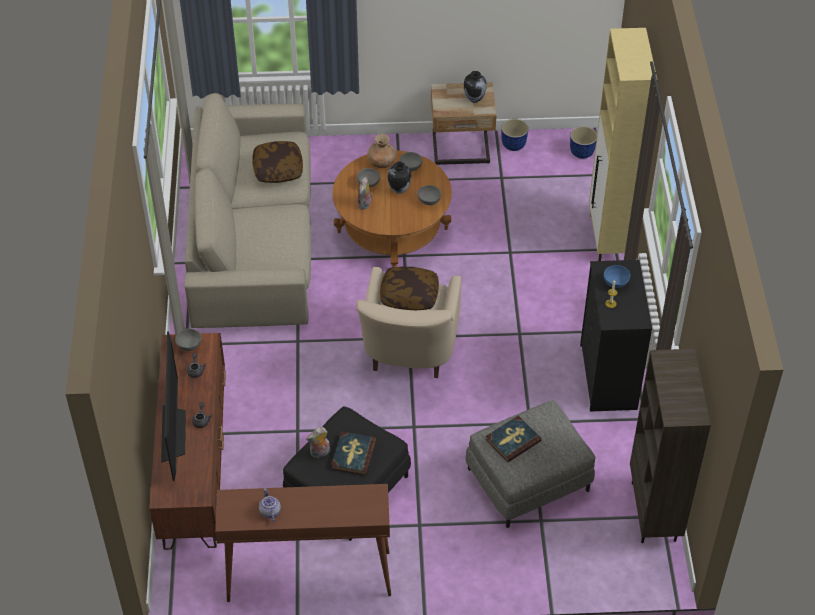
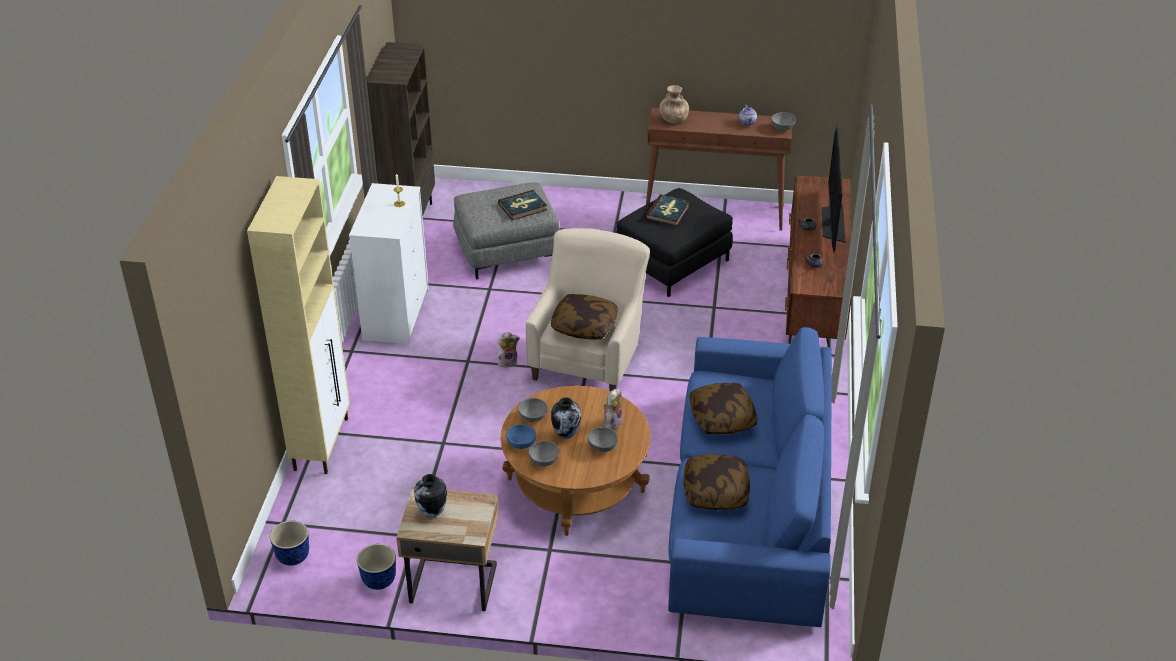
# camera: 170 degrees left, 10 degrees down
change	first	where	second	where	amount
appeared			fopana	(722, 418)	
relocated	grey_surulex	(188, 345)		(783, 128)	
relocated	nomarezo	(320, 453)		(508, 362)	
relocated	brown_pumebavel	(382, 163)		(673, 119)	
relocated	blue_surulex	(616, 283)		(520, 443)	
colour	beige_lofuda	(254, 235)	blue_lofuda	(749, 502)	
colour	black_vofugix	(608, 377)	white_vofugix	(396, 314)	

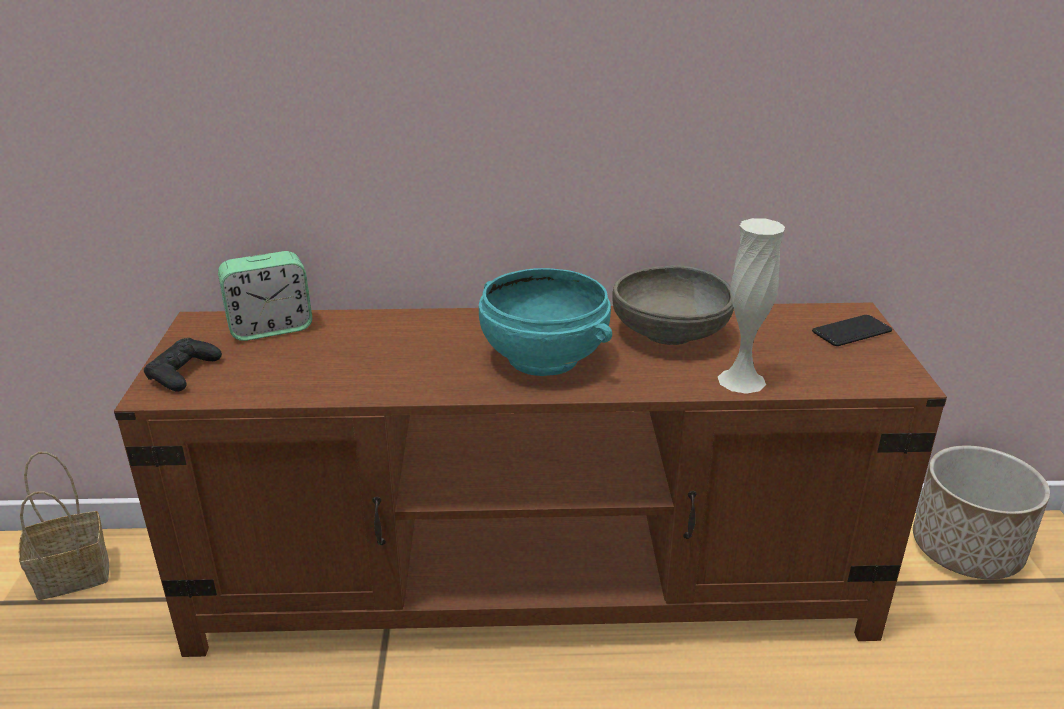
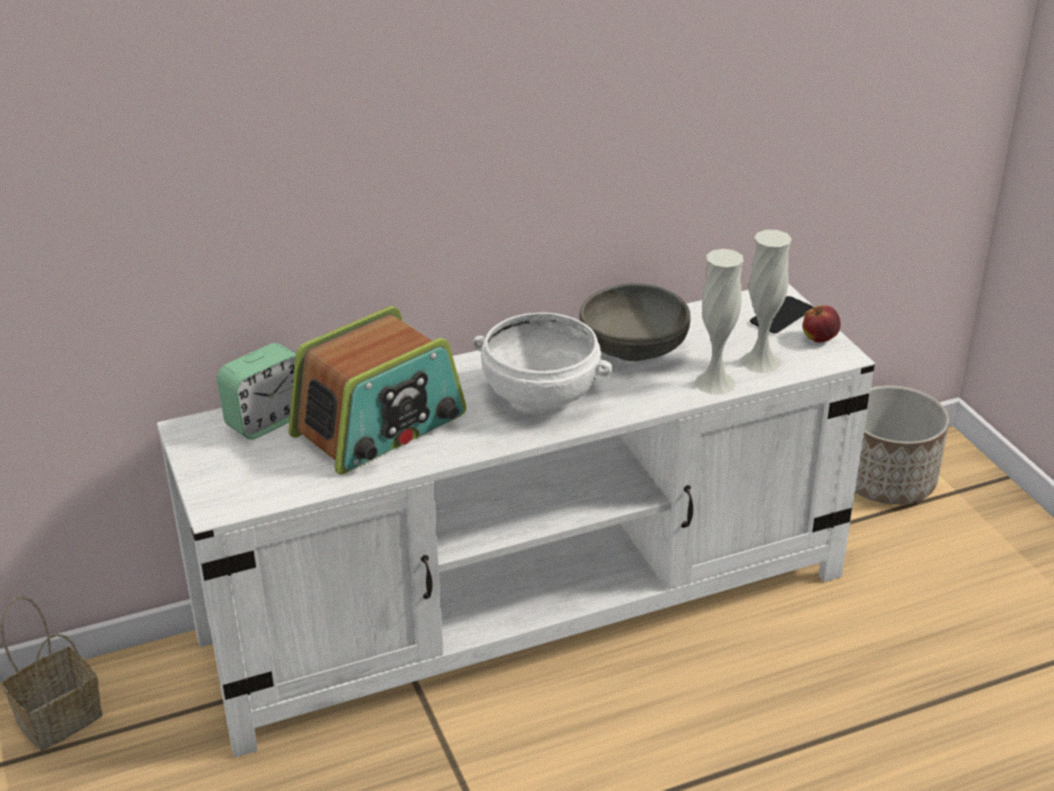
# camera: 20 degrees left, 5 degrees up
change	first	where	second	where	amount
missing	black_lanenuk	(183, 372)			
appeared			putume	(380, 426)	
appeared			white_pumebavel	(760, 361)	
appeared			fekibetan	(819, 339)	
colour	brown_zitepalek	(534, 585)	white_zitepalek	(529, 607)	
colour	turquoise_surulex	(542, 358)	white_surulex	(540, 398)	

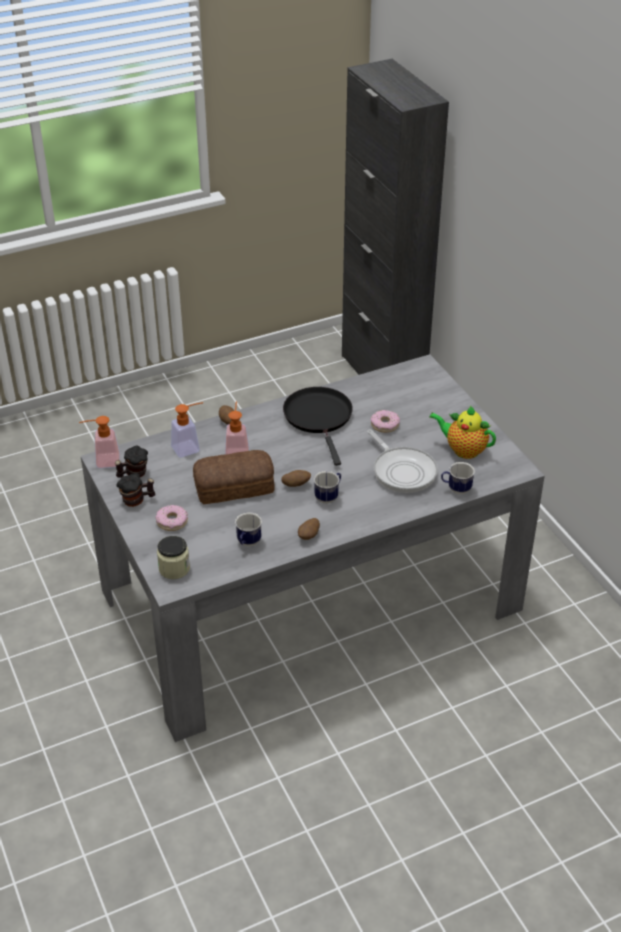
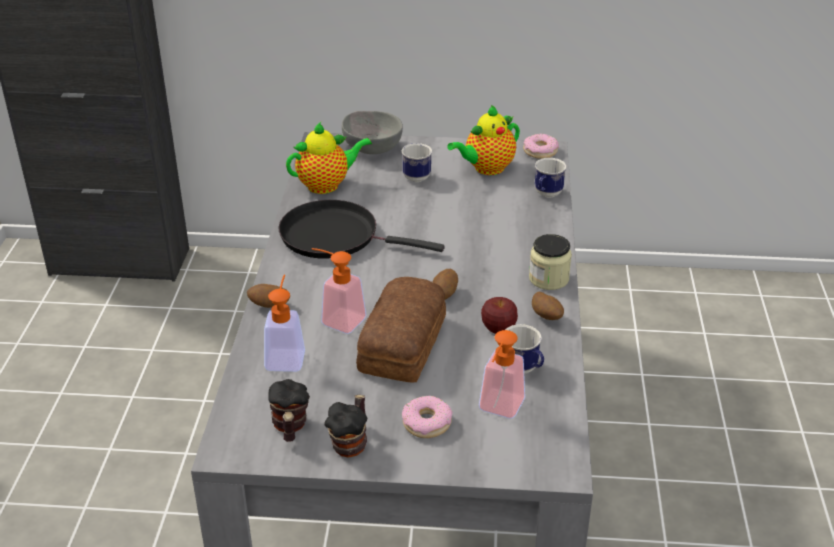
# camera: 60 degrees left, 5 degrees down
change	first	where	second	where	amount
missing	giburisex	(402, 471)			
appeared			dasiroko	(326, 185)	
appeared			grey_surulex	(372, 148)	
appeared			fekibetan	(498, 329)	
relocated	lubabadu	(102, 461)		(498, 410)	
relocated	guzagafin	(174, 568)		(548, 279)	
relocated	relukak	(329, 497)		(415, 175)	
relocated	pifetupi	(385, 425)		(540, 151)	

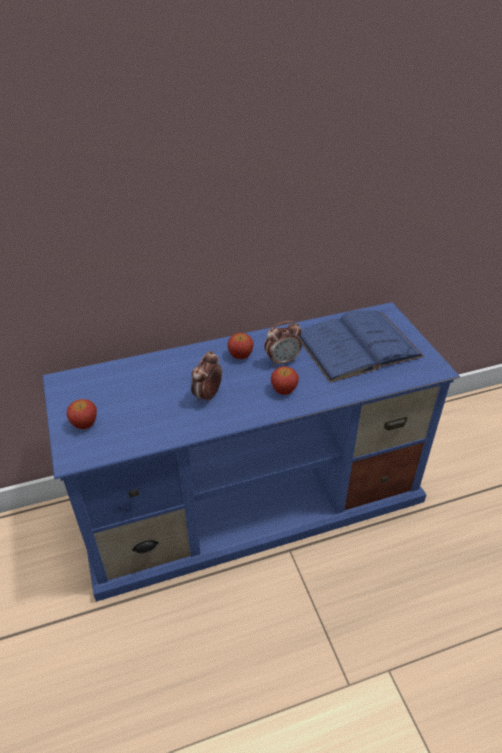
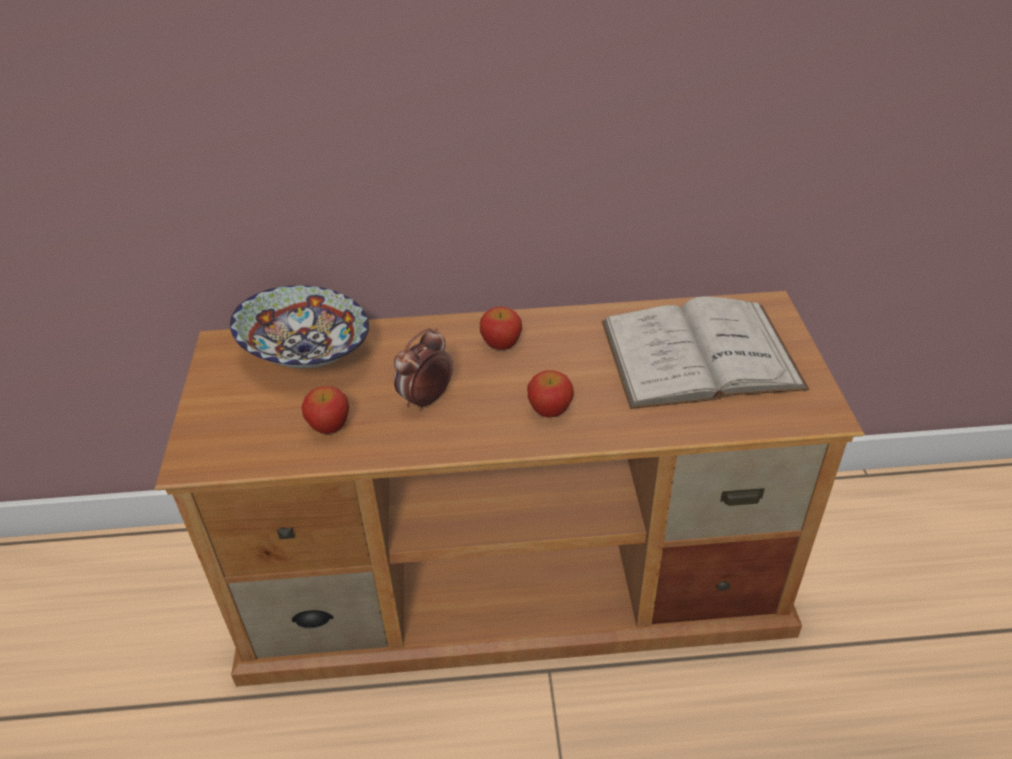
# camera: 15 degrees right, 0 degrees up
change	first	where	second	where	amount
missing	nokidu	(282, 361)			
appeared			surulex	(305, 355)	
relocated	fekibetan	(85, 424)		(329, 426)	
colour	blue_zitepalek	(254, 500)	brown_zitepalek	(516, 578)	
colour	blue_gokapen	(357, 345)	white_gokapen	(700, 354)	

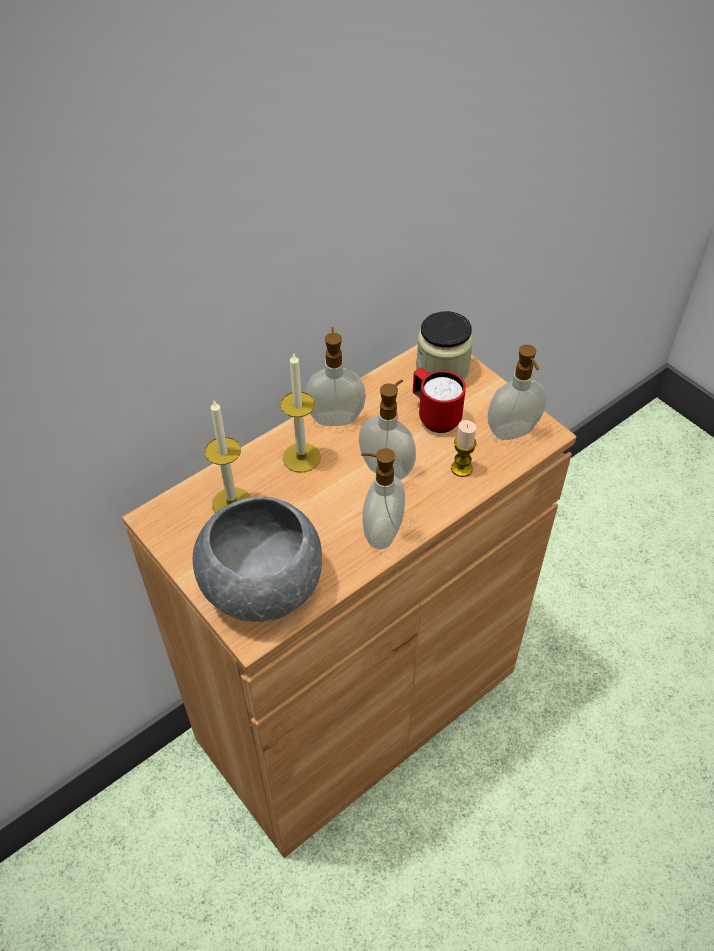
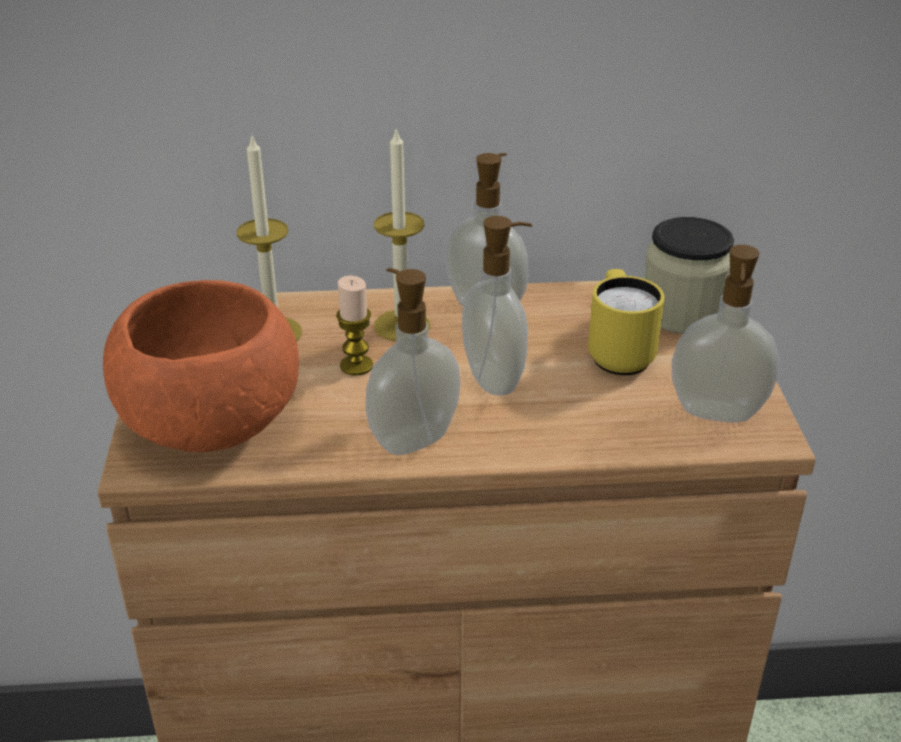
# camera: 35 degrees right, 15 degrees down
change	first	where	second	where	amount
relocated	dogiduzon	(461, 468)		(356, 366)	
colour	grey_surulex	(263, 585)	orange_surulex	(212, 423)	
colour	red_relukak	(434, 416)	yellow_relukak	(618, 354)	

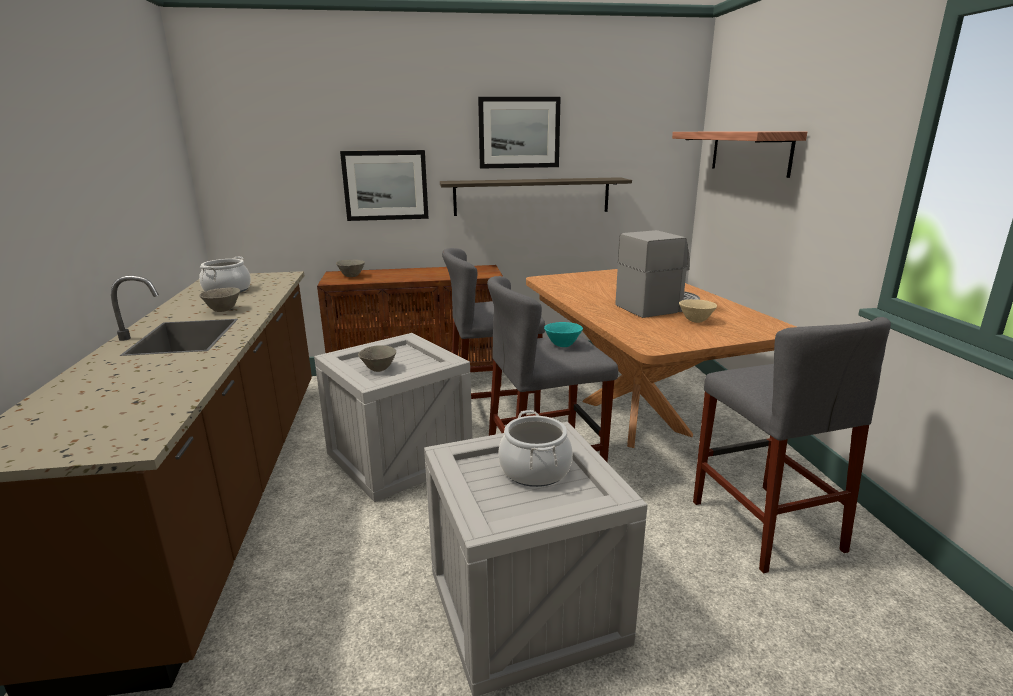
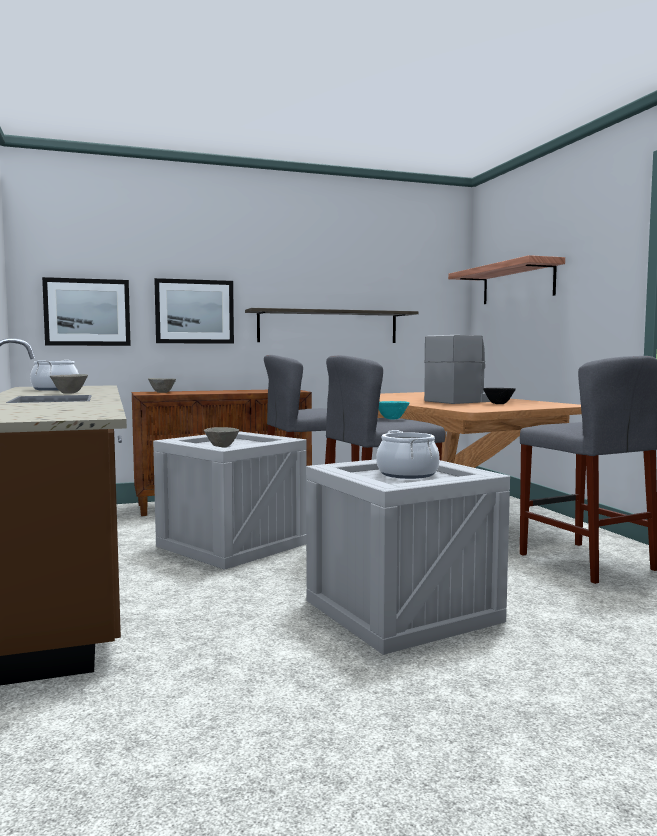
# camera: 10 degrees left, 15 degrees down
change	first	where	second	where	amount
relocated	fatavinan	(519, 133)		(87, 312)	
colour	beige_surulex	(695, 321)	black_surulex	(498, 404)	

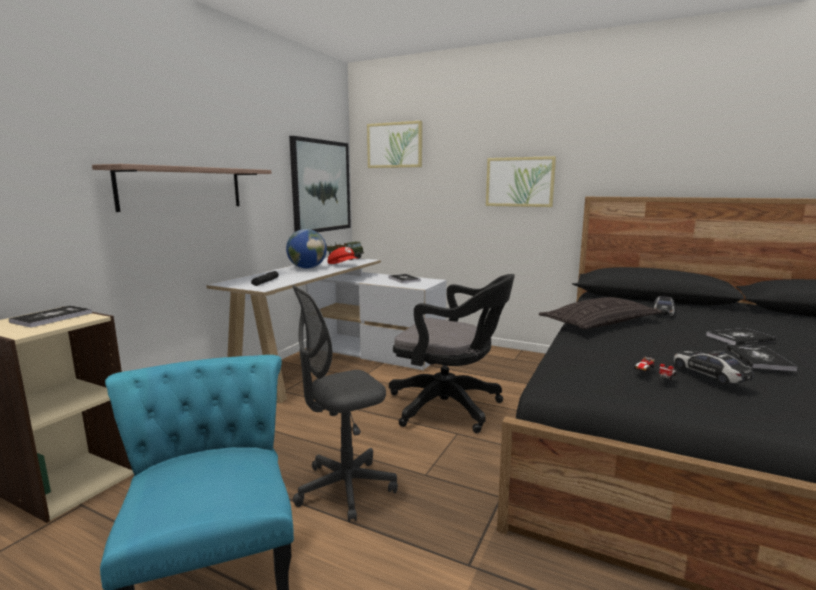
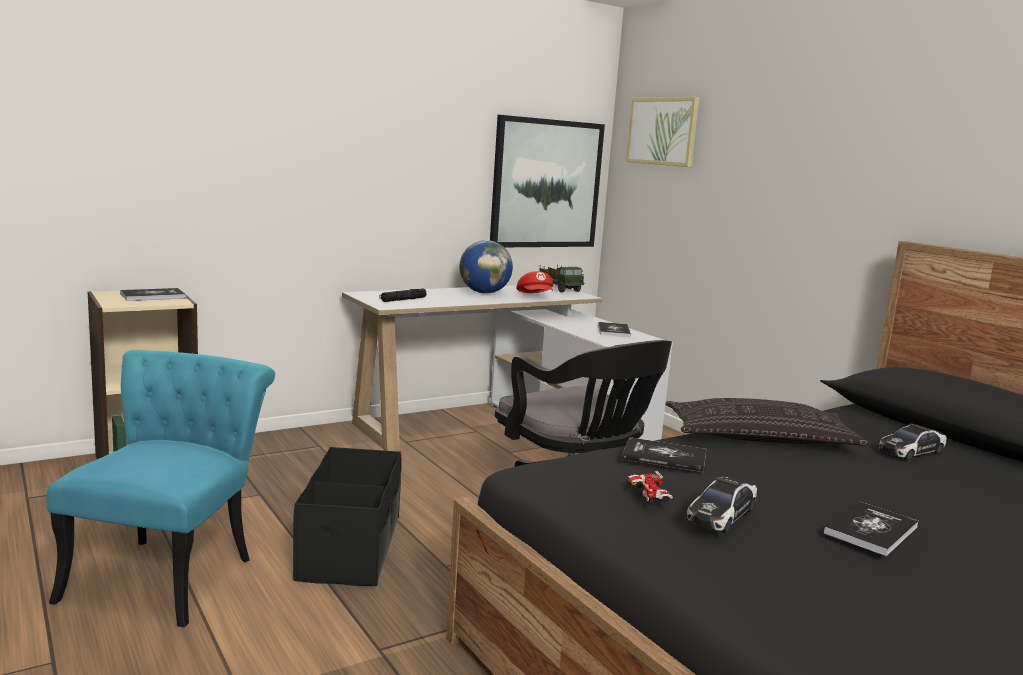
# camera: 30 degrees right, 0 degrees up
change	first	where	second	where	amount
missing	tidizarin	(183, 188)			
missing	fatavinan	(519, 182)			
relocated	gokapen	(740, 338)		(664, 456)	
exchanged	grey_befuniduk	(345, 489)	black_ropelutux	(351, 547)	
spun	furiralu	(710, 374)		(721, 515)	150 degrees counterclockwise

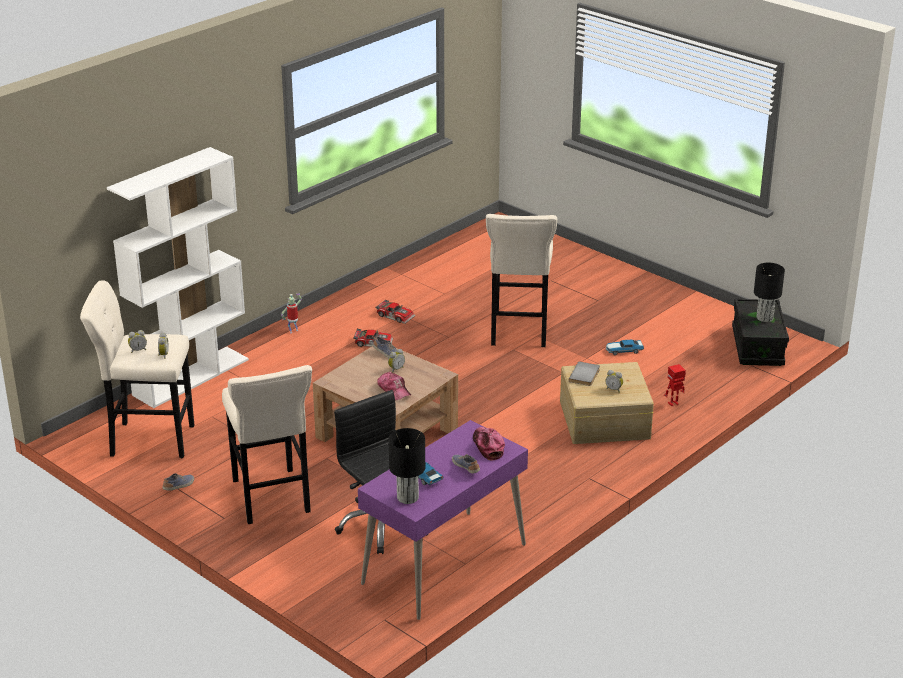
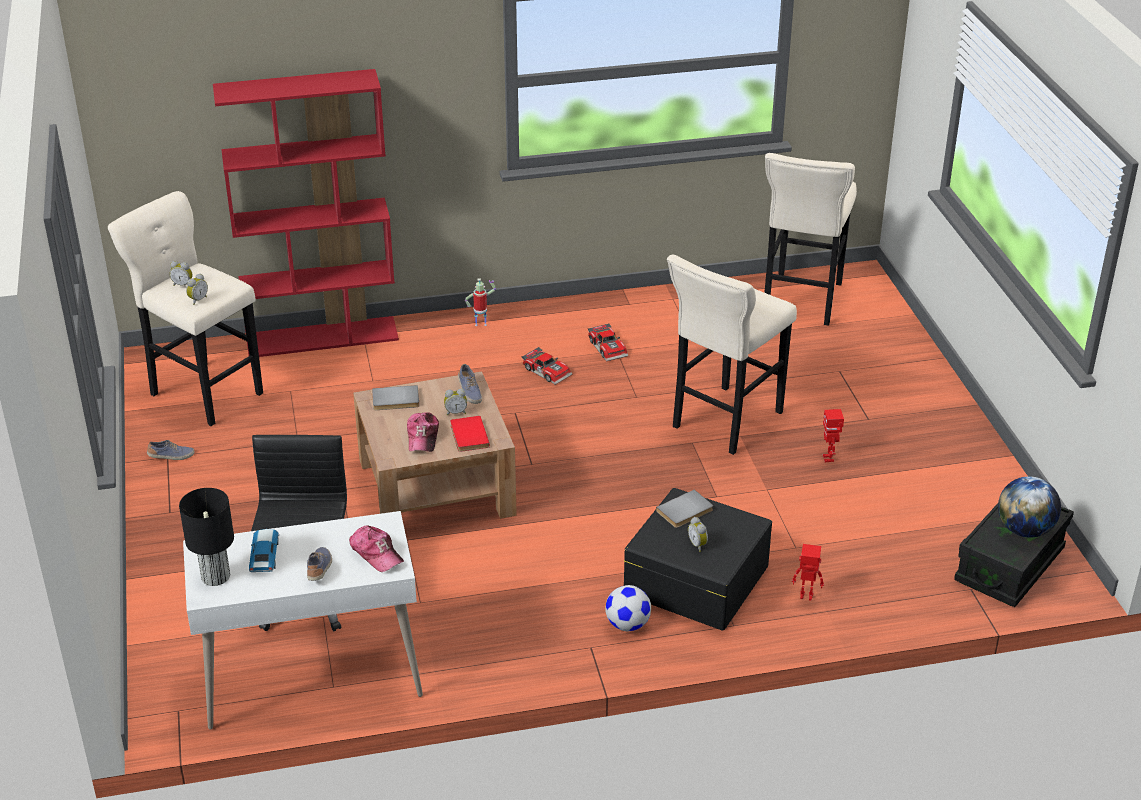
# camera: 35 degrees right, 5 degrees up
change	first	where	second	where	amount
missing	furiralu	(623, 350)			
appeared			grey_gokapen	(396, 400)	
appeared			red_gokapen	(468, 436)	
appeared			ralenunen	(627, 625)	
appeared			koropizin	(829, 458)	
relocated	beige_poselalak	(271, 499)		(801, 302)	
exchanged	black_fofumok	(765, 318)	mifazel	(1024, 530)	
colour	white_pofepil	(191, 376)	red_pofepil	(323, 337)	
colour	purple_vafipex	(445, 564)	white_vafipex	(311, 676)	
colour	beige_ropelutux	(603, 419)	black_ropelutux	(695, 578)	
spun	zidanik	(488, 446)		(376, 553)	120 degrees clockwise

